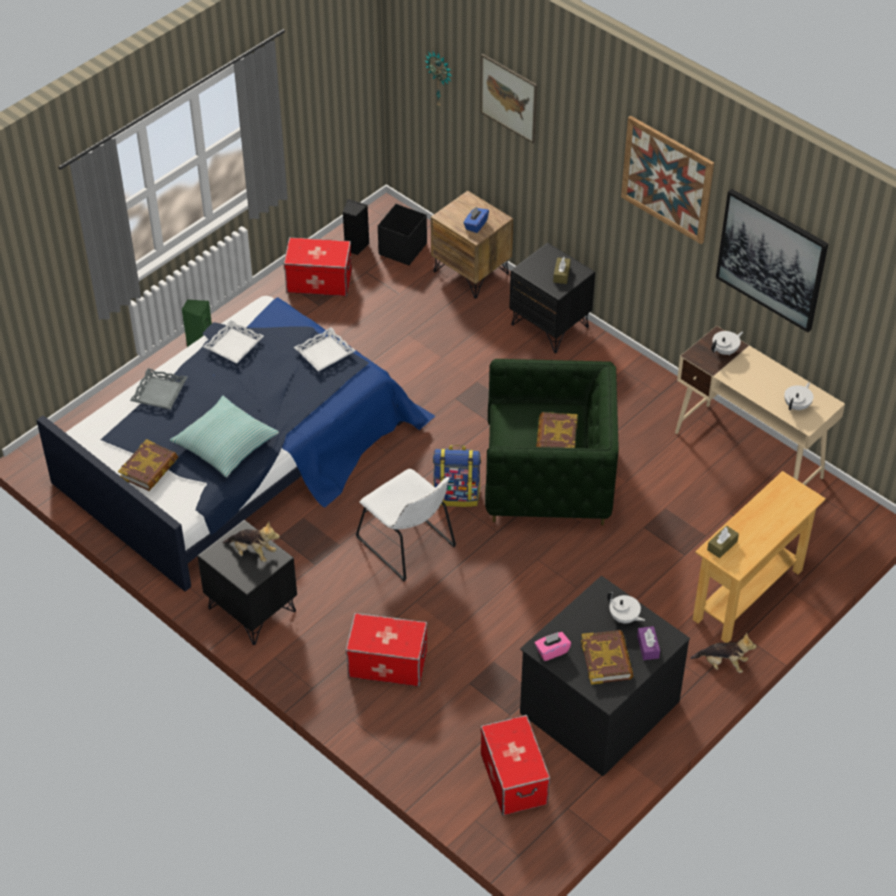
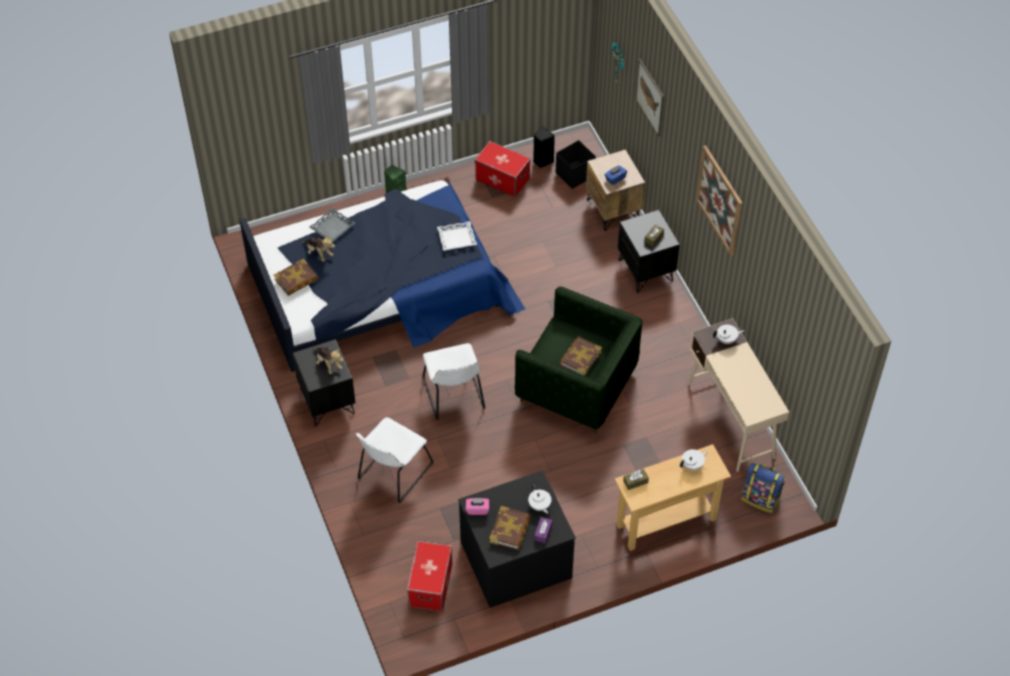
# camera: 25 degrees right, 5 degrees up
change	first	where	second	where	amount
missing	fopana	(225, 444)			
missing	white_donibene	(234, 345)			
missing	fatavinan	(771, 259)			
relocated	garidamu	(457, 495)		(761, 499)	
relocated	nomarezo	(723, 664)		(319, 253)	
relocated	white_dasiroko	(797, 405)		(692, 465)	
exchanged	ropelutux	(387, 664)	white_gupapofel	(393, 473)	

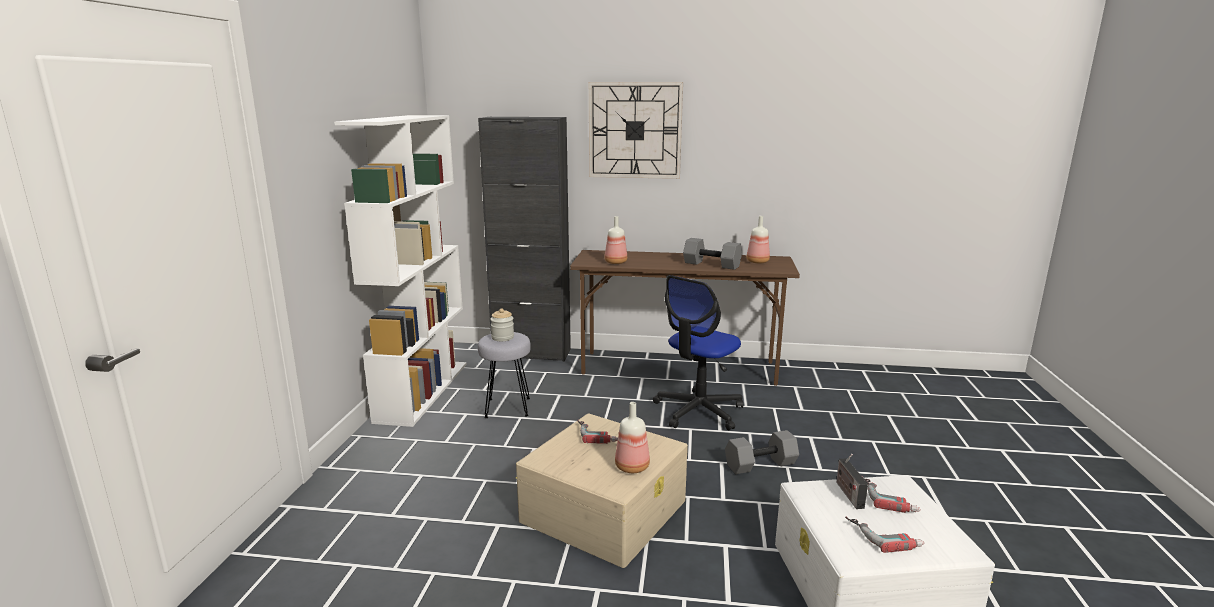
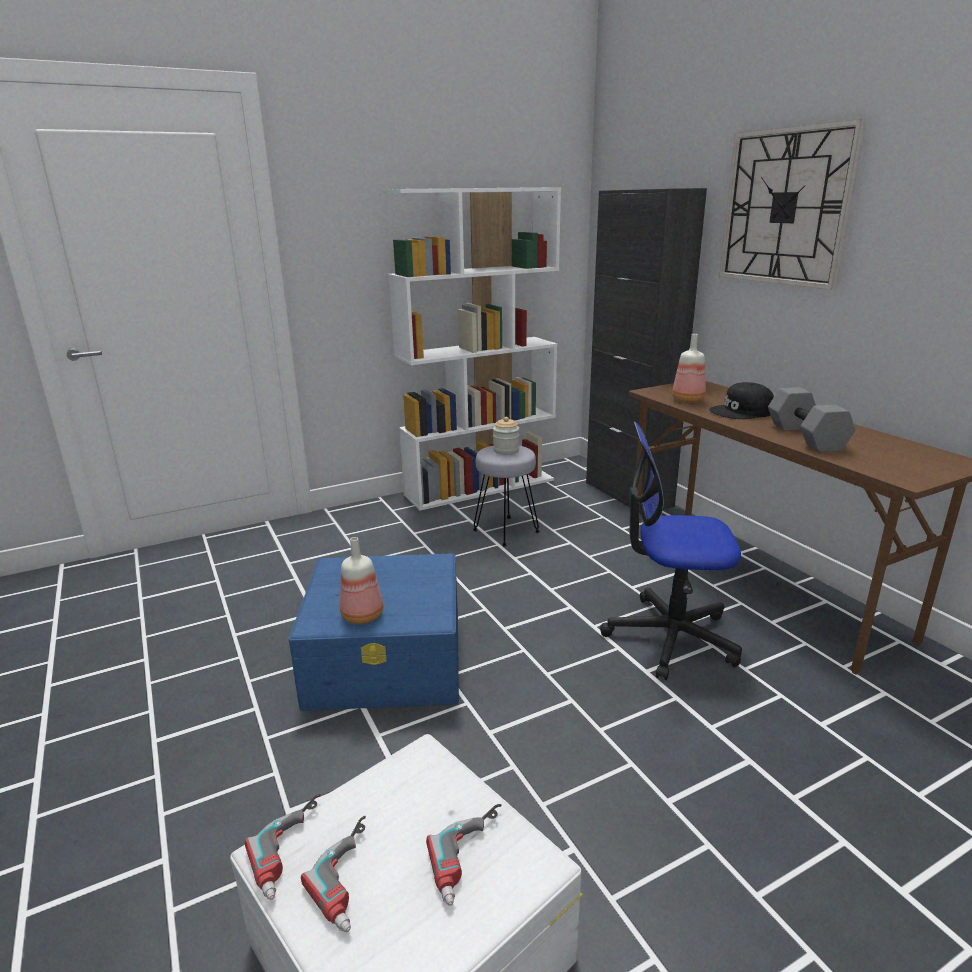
# camera: 55 degrees right, 5 degrees up
change	first	where	second	where	amount
missing	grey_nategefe	(760, 465)			
missing	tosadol	(758, 262)			
missing	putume	(848, 493)			
appeared			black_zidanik	(742, 411)	
relocated	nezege	(597, 434)		(295, 850)	
colour	beige_ropelutux	(605, 510)	blue_ropelutux	(387, 658)	

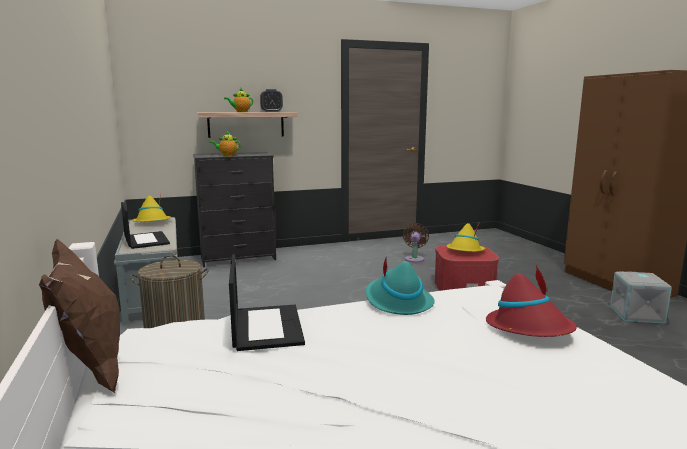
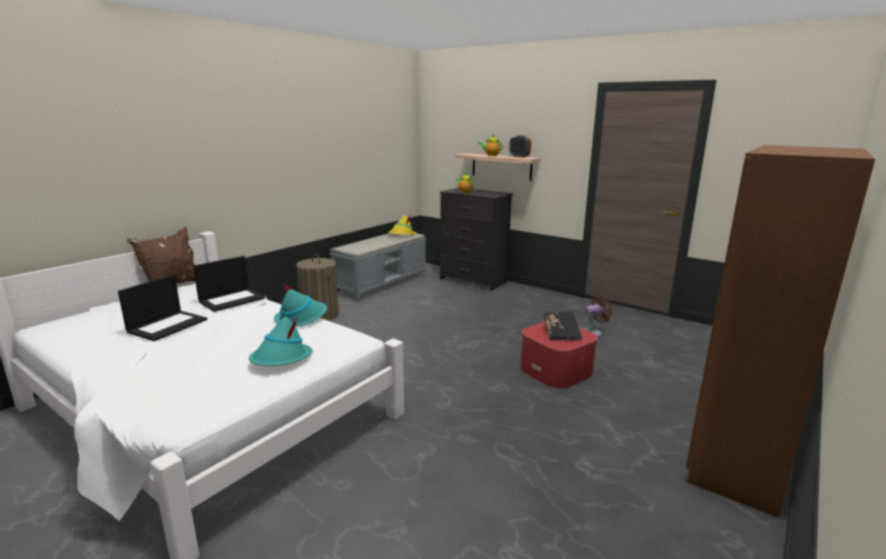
# camera: 55 degrees right, 5 degrees up
change	first	where	second	where	amount
missing	grey_ropelutux	(637, 314)			
relocated	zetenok	(145, 240)		(168, 325)	
exchanged	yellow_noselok	(465, 251)	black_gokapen	(561, 333)	
colour	red_noselok	(529, 328)	turquoise_noselok	(281, 359)	

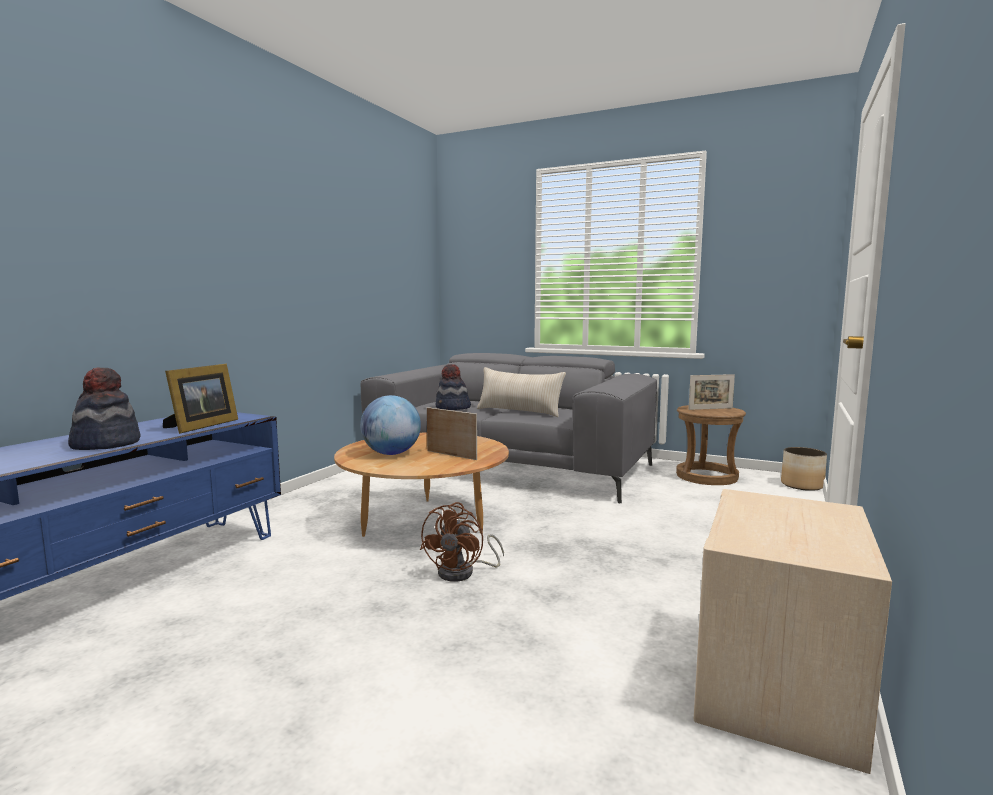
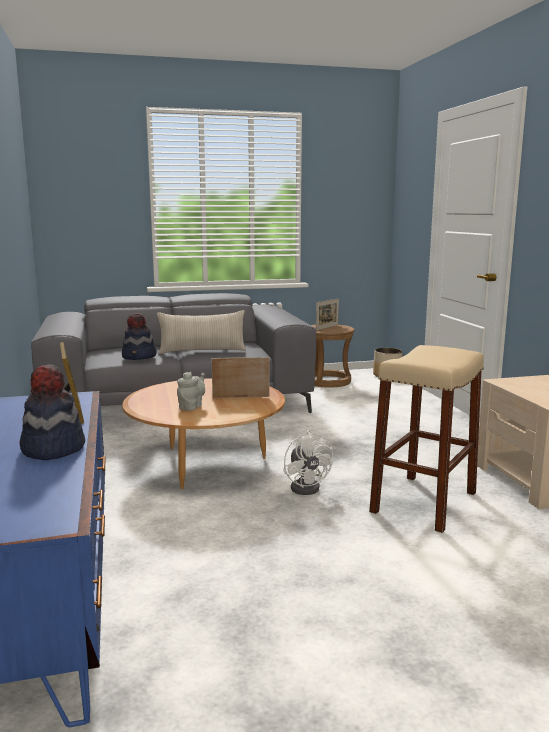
# camera: 40 degrees left, 5 degrees up
change	first	where	second	where	amount
appeared			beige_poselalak	(424, 502)	
exchanged	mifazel	(391, 454)	grey_dasiroko	(192, 406)	
colour	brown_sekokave	(463, 572)	white_sekokave	(307, 486)	

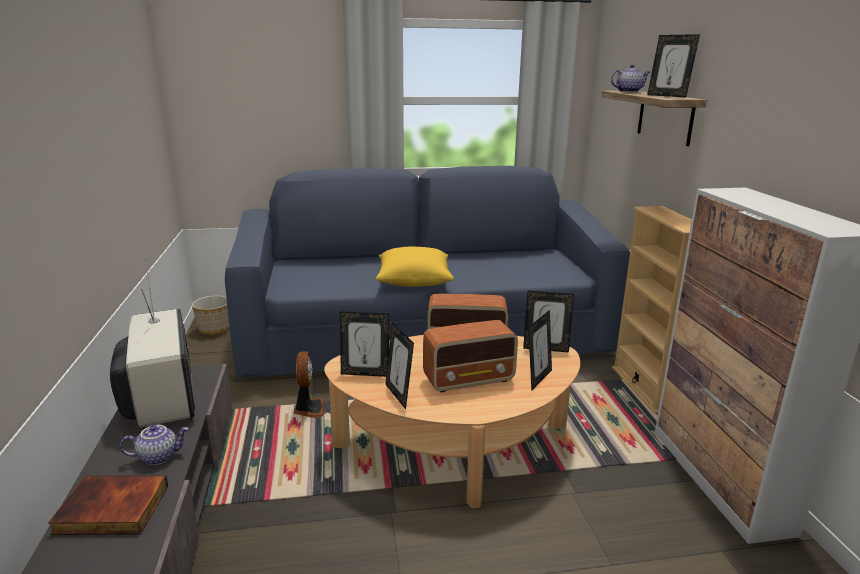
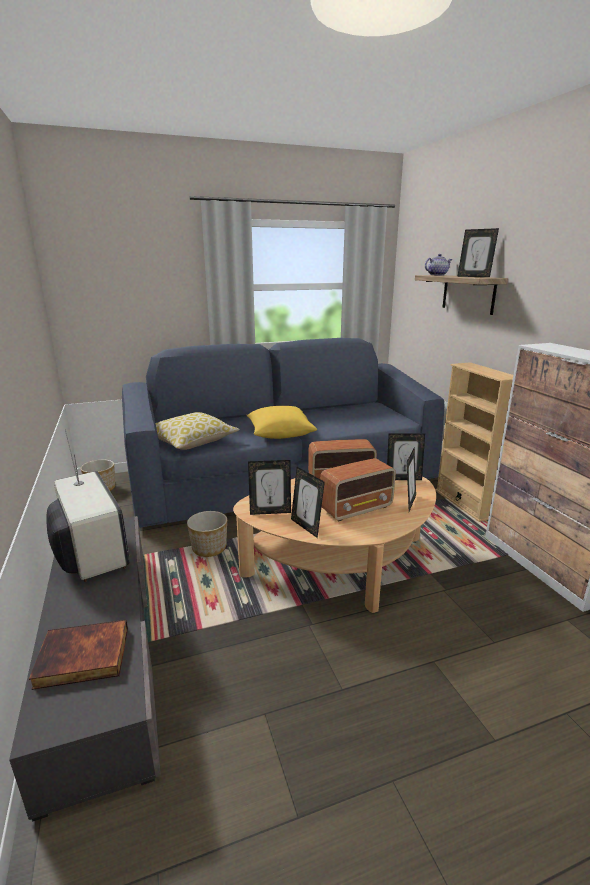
# camera: 10 degrees left, 0 degrees up
change	first	where	second	where	amount
missing	dasiroko	(159, 456)			
appeared			fopana	(191, 441)	
exchanged	sekokave	(309, 409)	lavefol	(208, 548)	

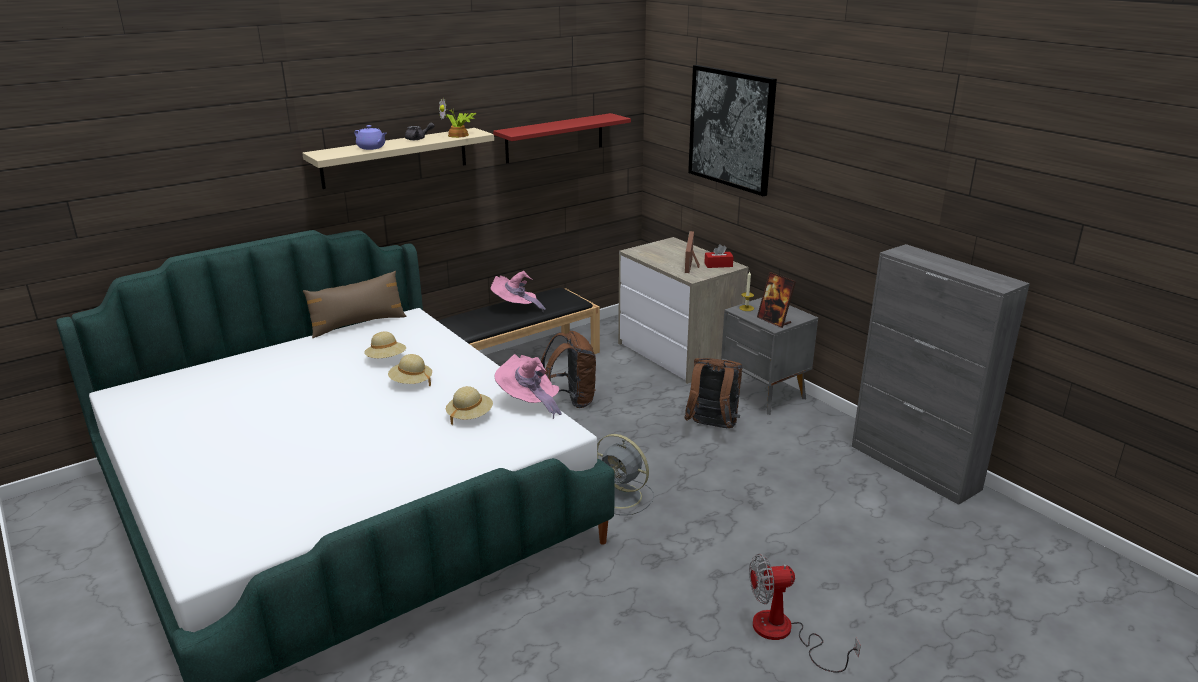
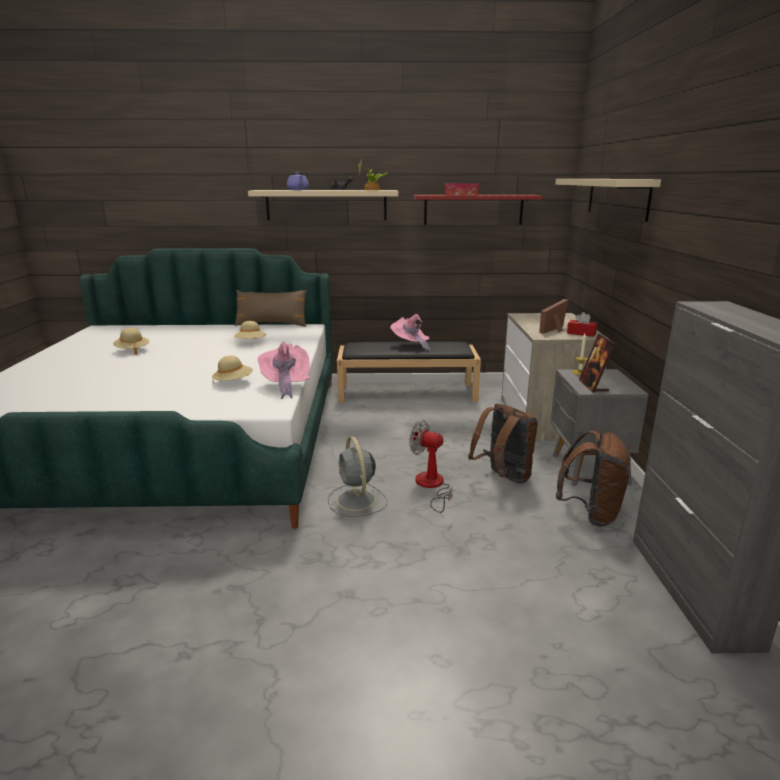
# camera: 35 degrees right, 5 degrees down
change	first	where	second	where	amount
appeared			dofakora	(460, 194)	
relocated	beige_noselok	(411, 382)		(132, 350)	
relocated	brown_garidamu	(571, 400)		(590, 513)	
relocated	sekokave	(784, 633)		(432, 486)	
exchanged	fatavinan	(731, 128)	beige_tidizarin	(617, 197)	

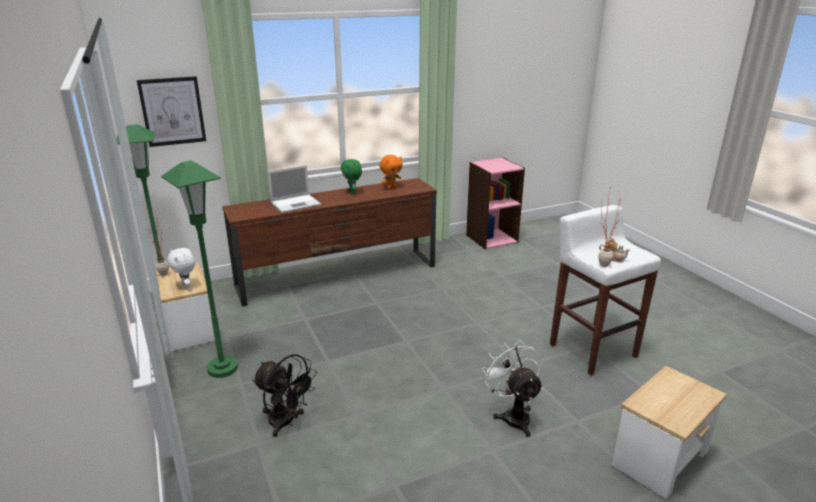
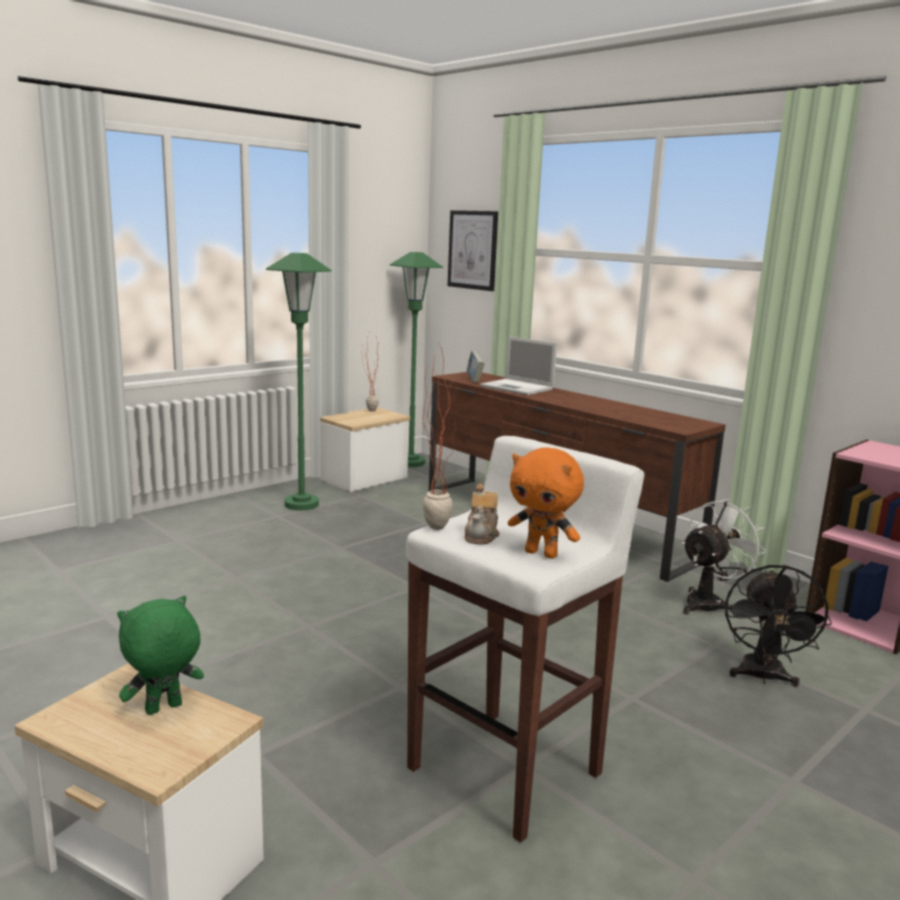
# camera: 70 degrees right, 10 degrees down
change	first	where	second	where	amount
missing	white_nomarezo	(186, 286)			
appeared			gokapen	(474, 380)	
relocated	black_sekokave	(286, 423)		(762, 677)	
relocated	green_nomarezo	(352, 192)		(163, 709)	
relocated	orange_nomarezo	(391, 187)		(542, 553)	
relocated	white_sekokave	(513, 415)		(709, 603)	

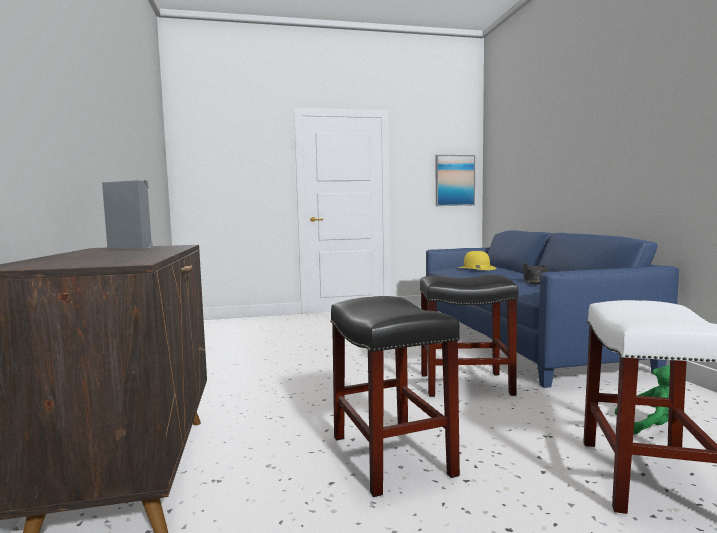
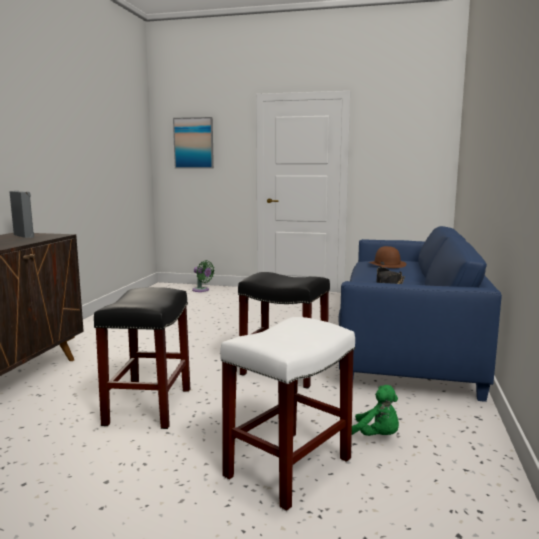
# camera: 25 degrees right, 5 degrees up
change	first	where	second	where	amount
appeared			green_sekokave	(202, 290)	
relocated	fatavinan	(454, 180)		(193, 143)	
colour	yellow_noselok	(476, 268)	brown_noselok	(387, 264)	

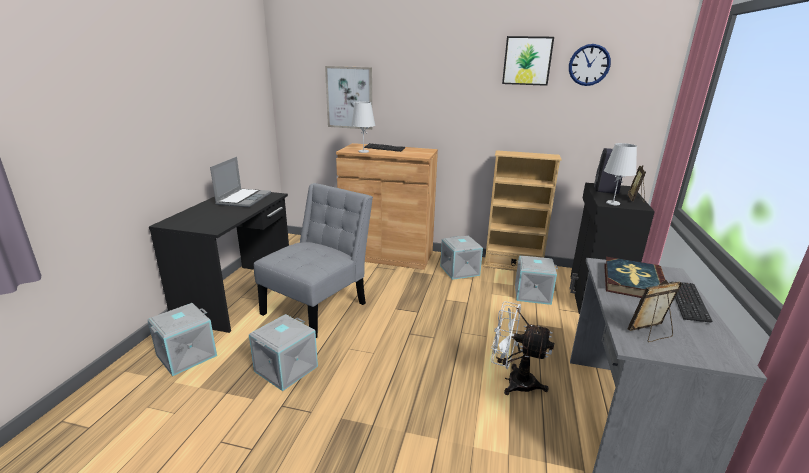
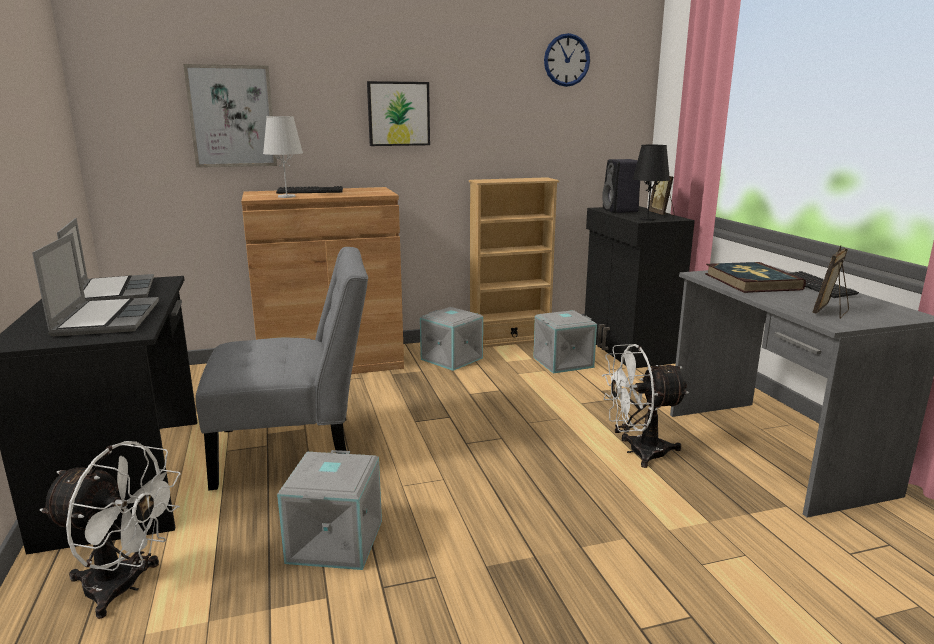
# camera: 30 degrees left, 5 degrees down
change	first	where	second	where	amount
appeared			zetenok	(106, 319)	
relocated	fatavinan	(527, 61)		(398, 114)	
exchanged	grey_ropelutux	(186, 355)	white_sekokave	(124, 588)	
colour	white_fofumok	(612, 203)	black_fofumok	(647, 219)	
spun	grey_gupapofel	(319, 306)		(296, 450)	75 degrees clockwise

